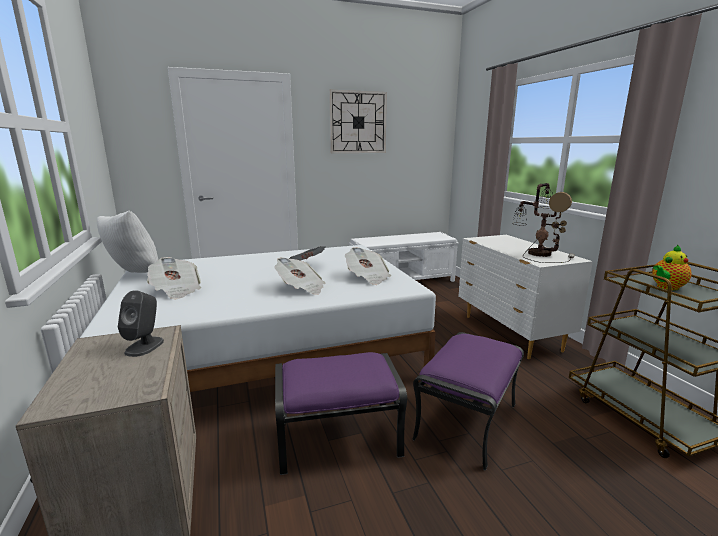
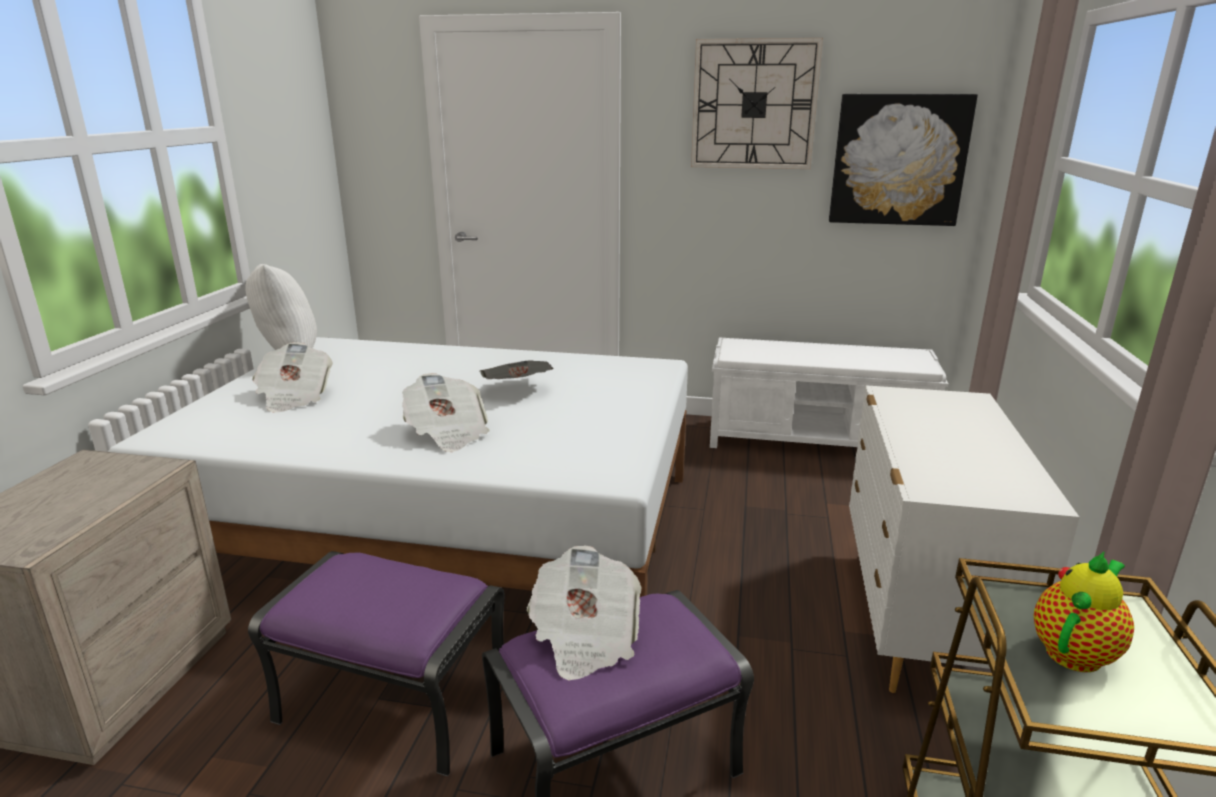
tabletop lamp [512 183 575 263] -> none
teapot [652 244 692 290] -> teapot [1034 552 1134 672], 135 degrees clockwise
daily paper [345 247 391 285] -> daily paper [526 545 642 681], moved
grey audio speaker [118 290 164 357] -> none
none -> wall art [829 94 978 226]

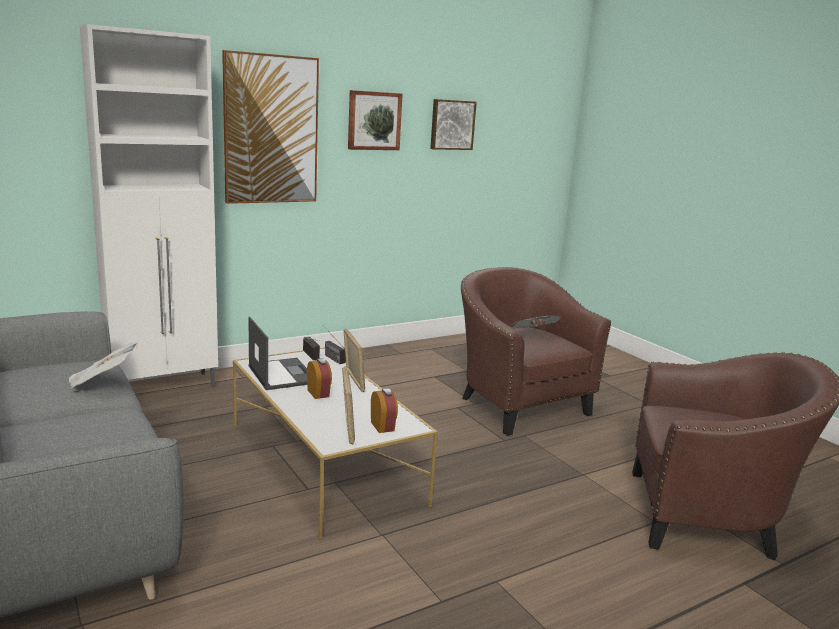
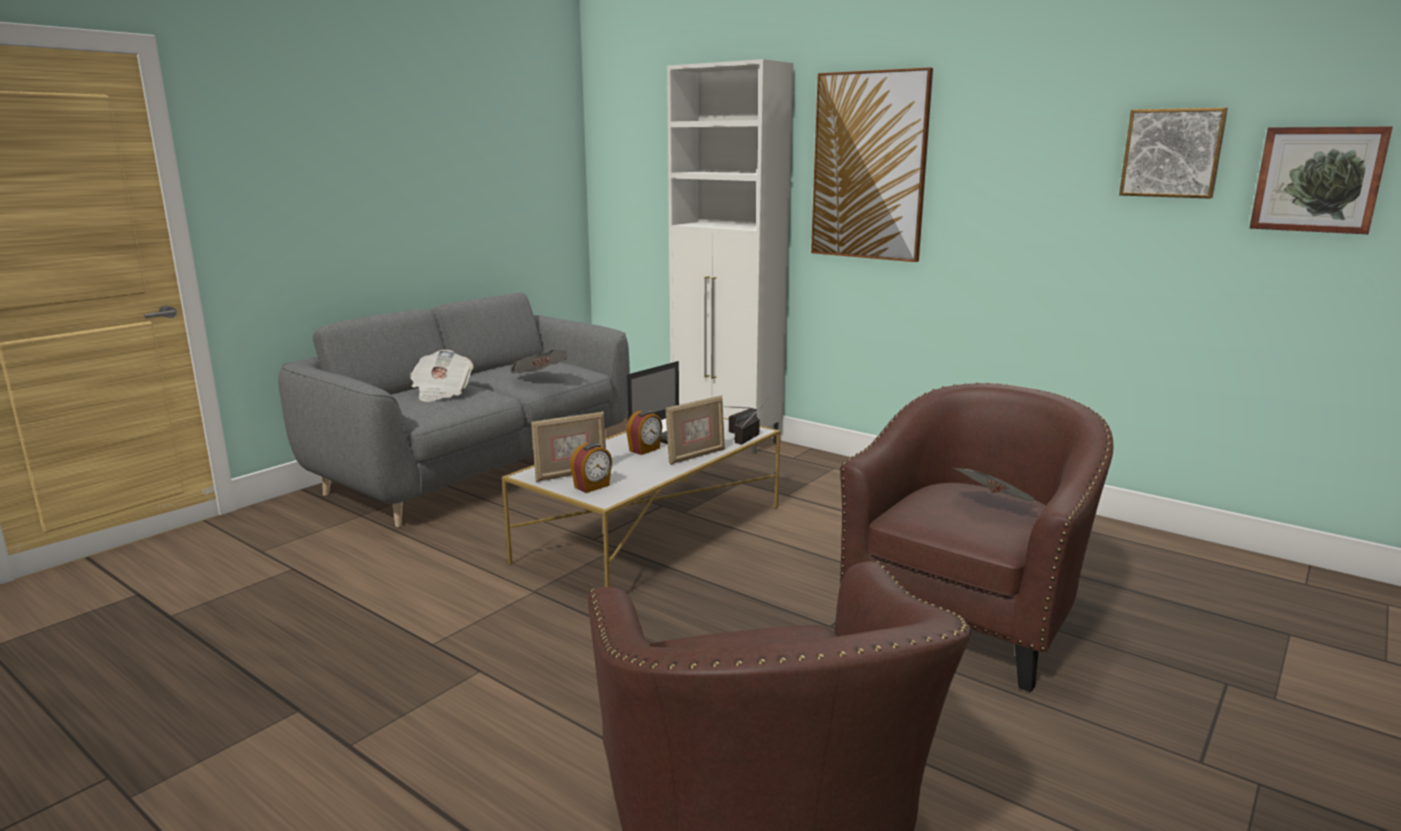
wall art [348 90 403 150] -> wall art [1249 127 1393 234], moved
none -> daily paper [410 350 473 402]

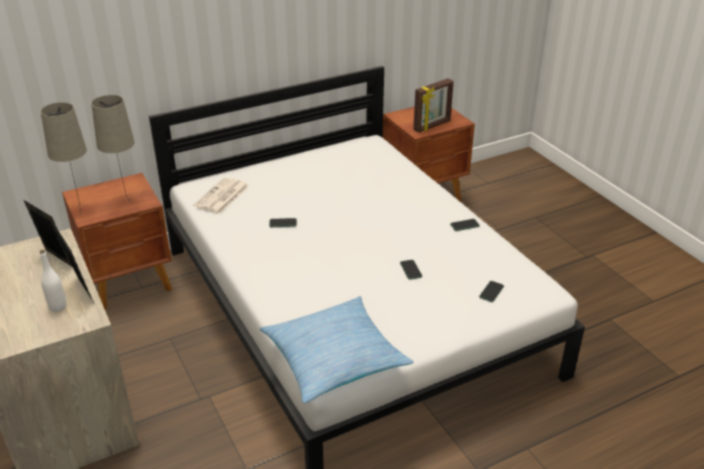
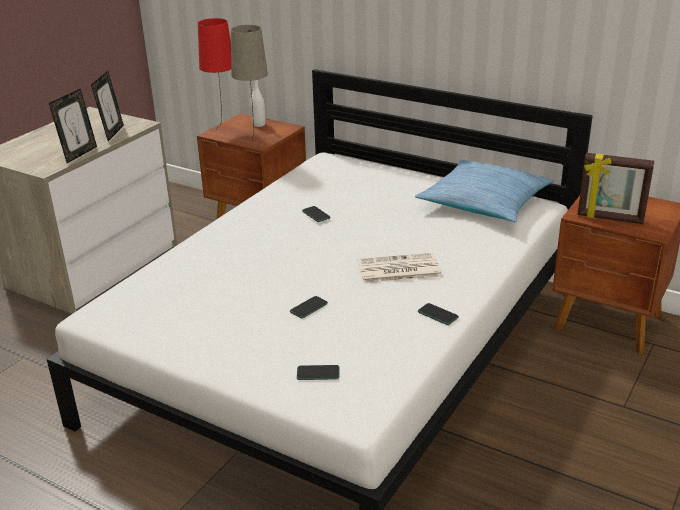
beige-coloured tabletop lamp [40 102 87 214] -> red tabletop lamp [198 18 231 127]
daily paper [193 177 249 214] -> daily paper [358 253 442 284], moved
white-coloured beverage bottle [40 250 67 312] -> white-coloured beverage bottle [251 80 265 127], moved
pillow [260 296 414 403] -> pillow [415 159 554 222], moved

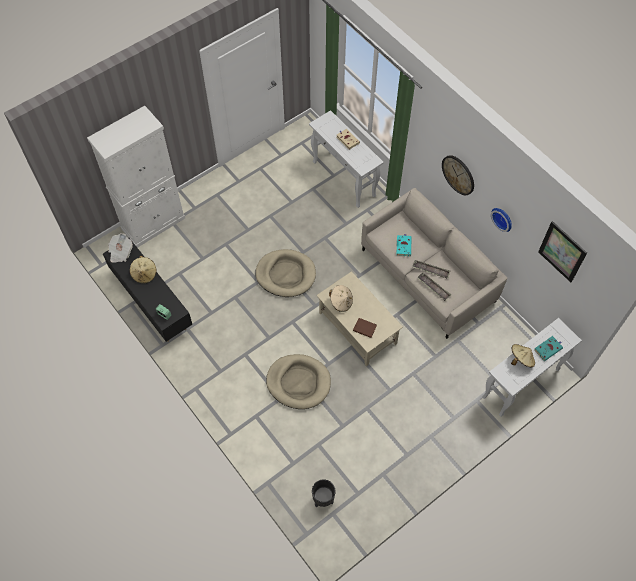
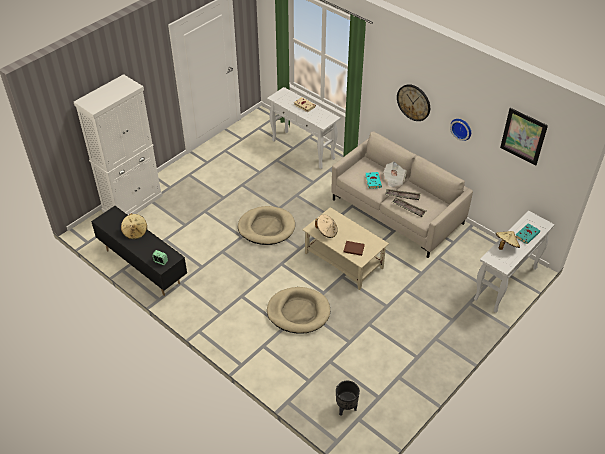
daily paper [108 233 133 263] -> daily paper [383 161 407 187], moved

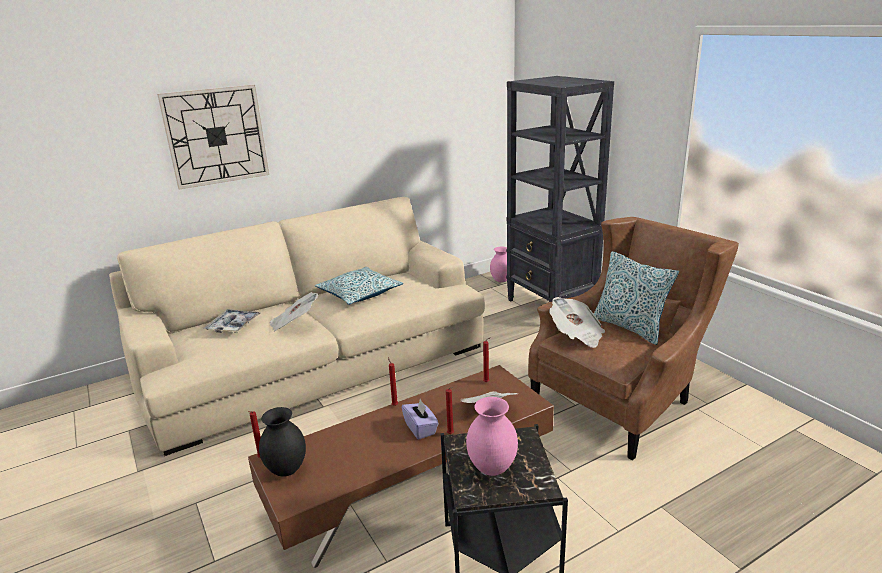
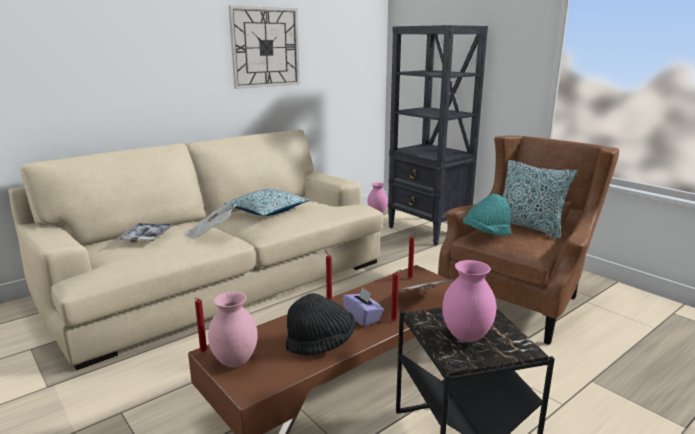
clock on the wall [157 85 269 190] -> clock on the wall [229 6 300 89], moved
daily paper [549 297 605 348] -> turquoise-coloured wearable hat [463 194 511 236]
black-coloured vase [259 407 306 477] -> pinkish vase [208 292 258 367]
none -> black-coloured wearable hat [285 293 355 355]

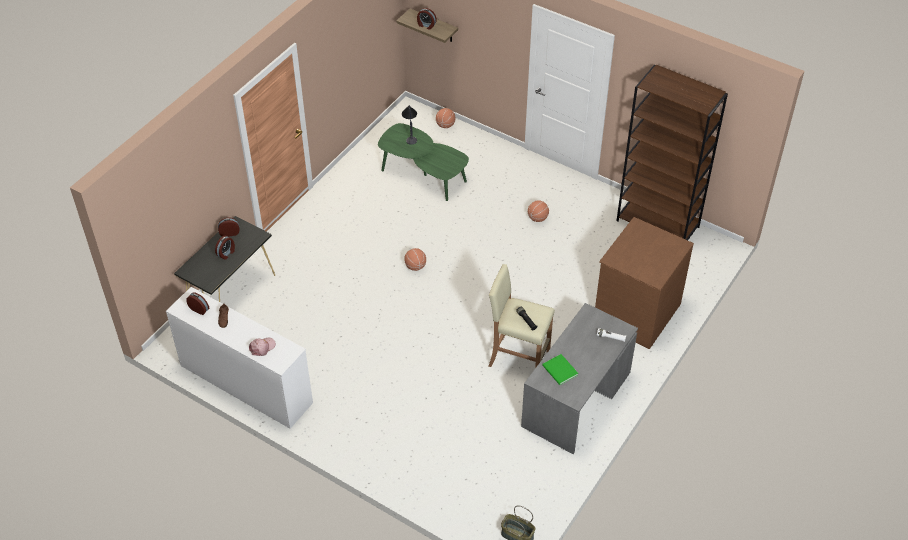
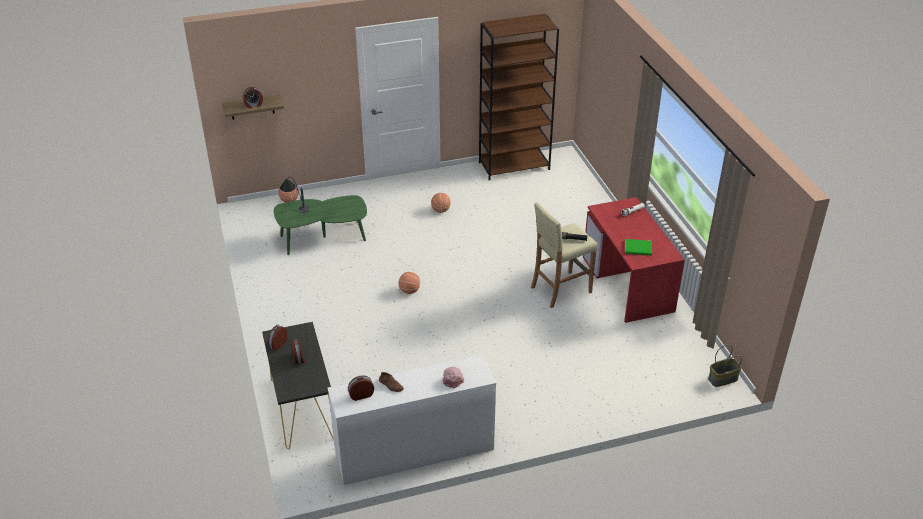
brownish drawer chest [595 217 694 349] -> none
grey desk unit [521 303 638 454] -> red desk unit [583 197 685 323]

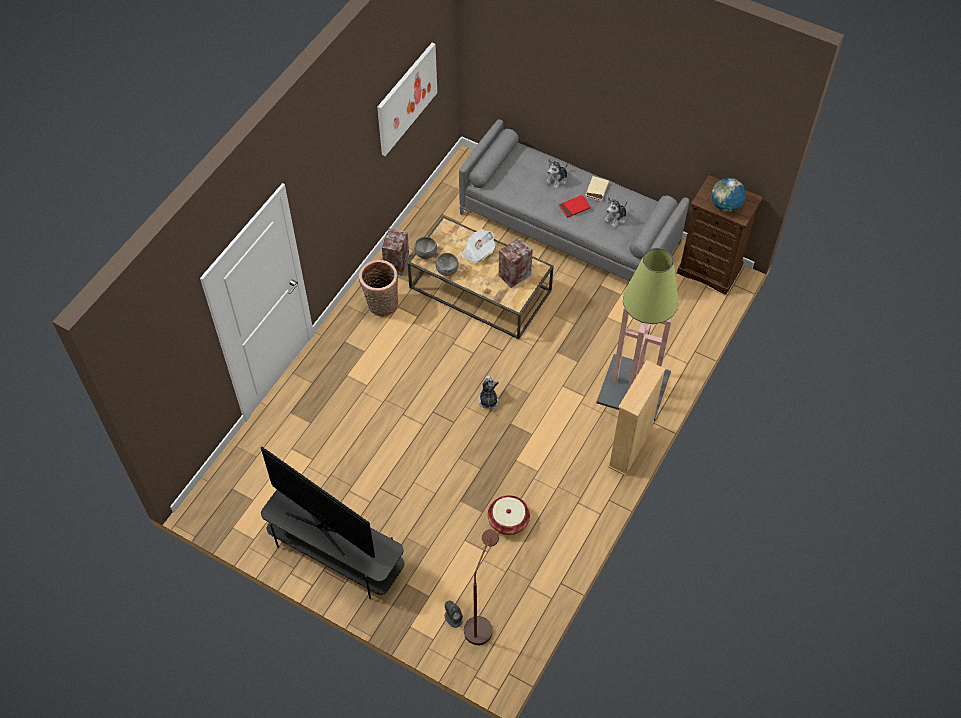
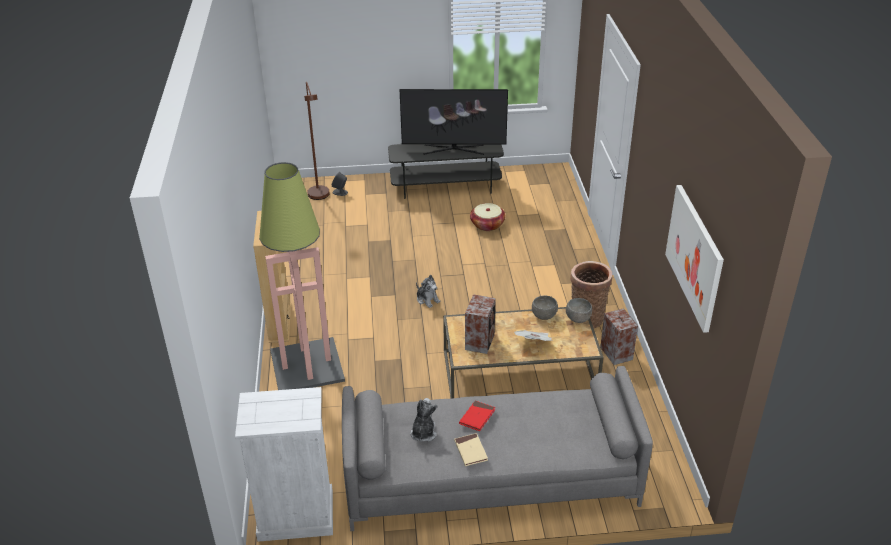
plush toy [545 159 568 189] -> none
brownish drawer chest [677 175 763 295] -> white-coloured drawer chest [235 387 333 542]
desk globe [711 178 746 212] -> none
basket [488 495 530 535] -> basket [470 203 506 231], moved

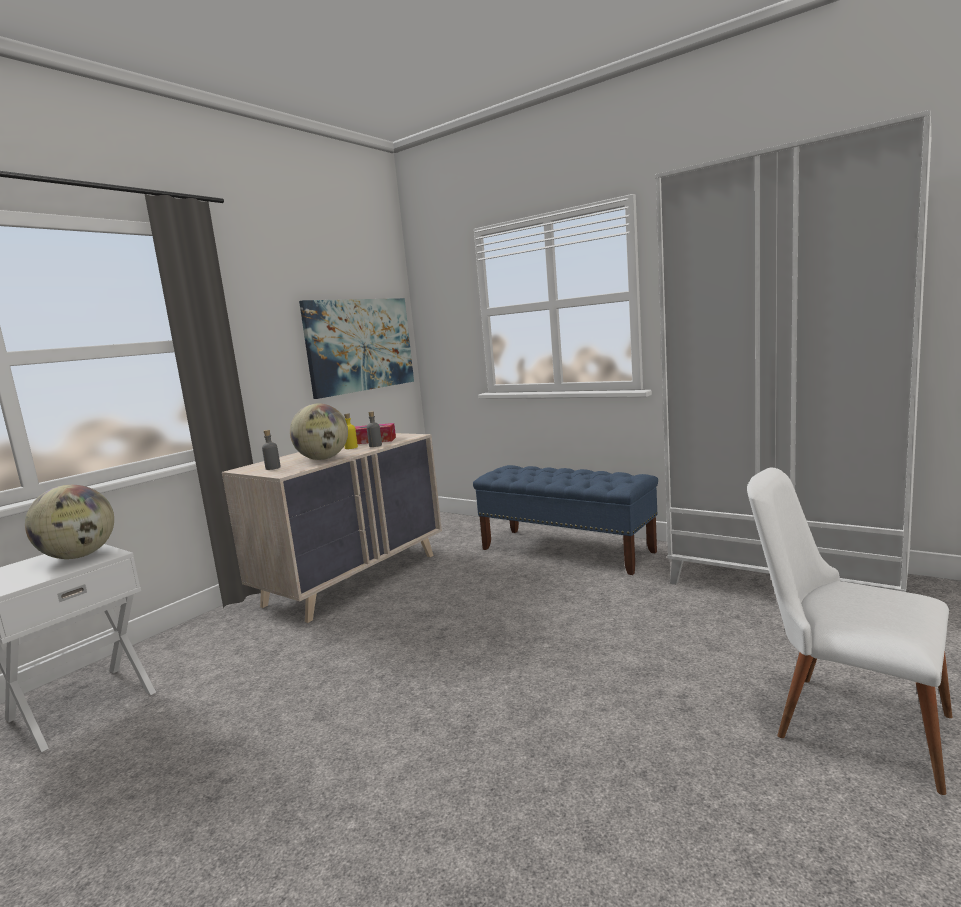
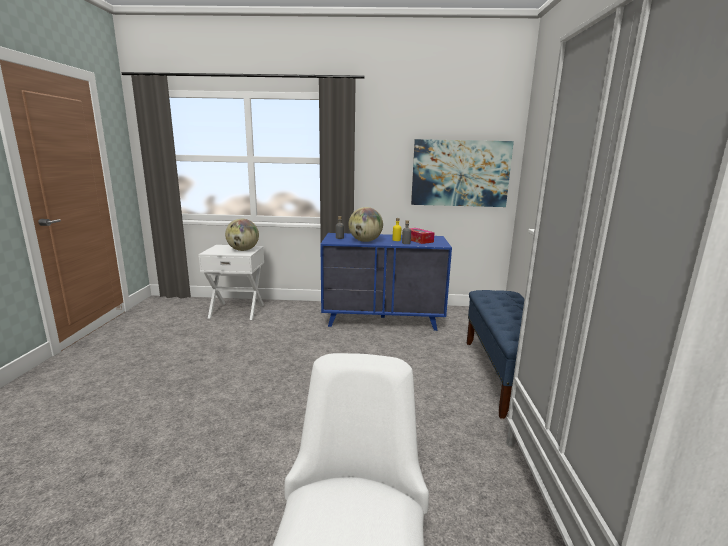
beige-coloured drawer chest [222 433 442 623] -> blue-coloured drawer chest [320 233 452 331]

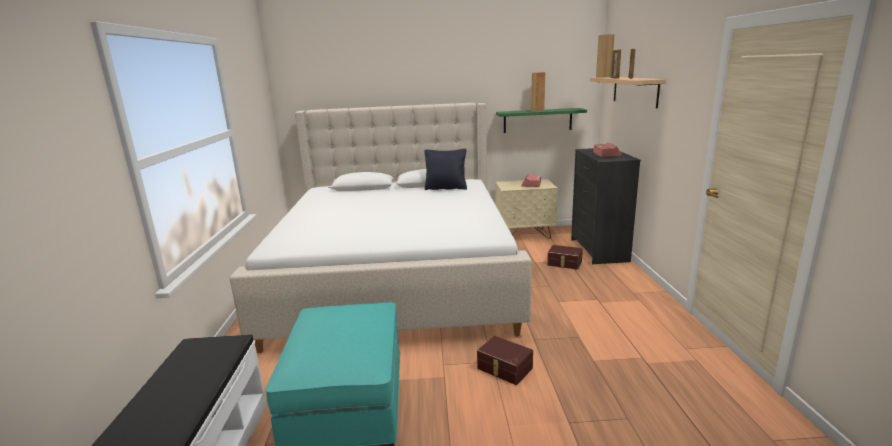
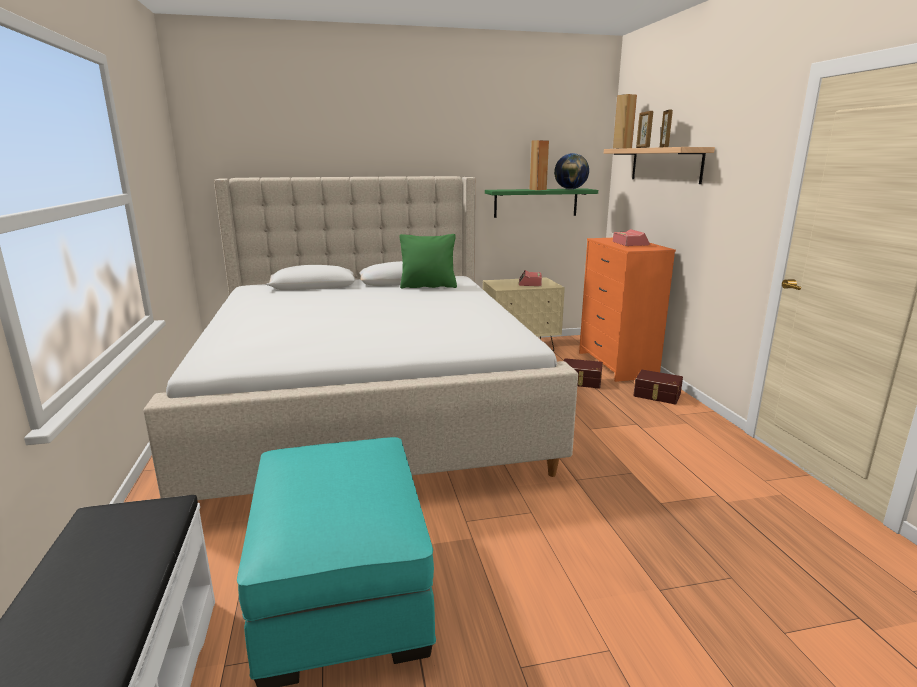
black-coloured drawer chest [571 148 641 264] -> orange-coloured drawer chest [579 238 676 382]
black-coloured pillow [424 149 467 190] -> green pillow [399 234 457 289]
brownish storage container [477 336 533 385] -> brownish storage container [633 370 683 405], moved
none -> desk globe [554 153 589 189]

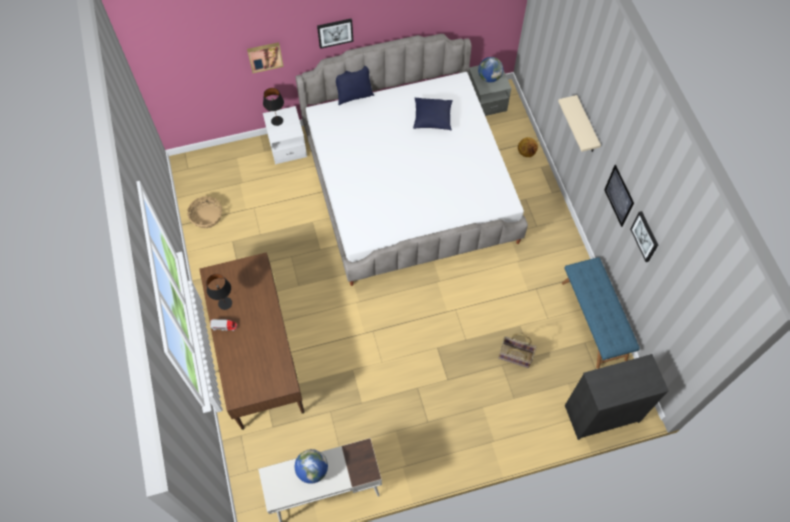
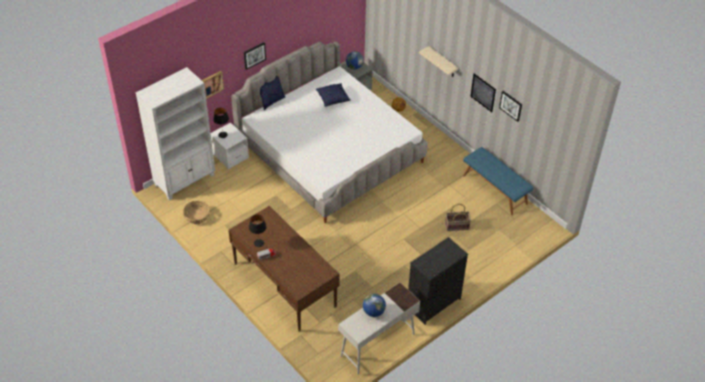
black-coloured drawer chest [565 354 669 440] -> black-coloured drawer chest [408 237 468 325], moved
none -> white-coloured shelving unit [136 67 215 200]

